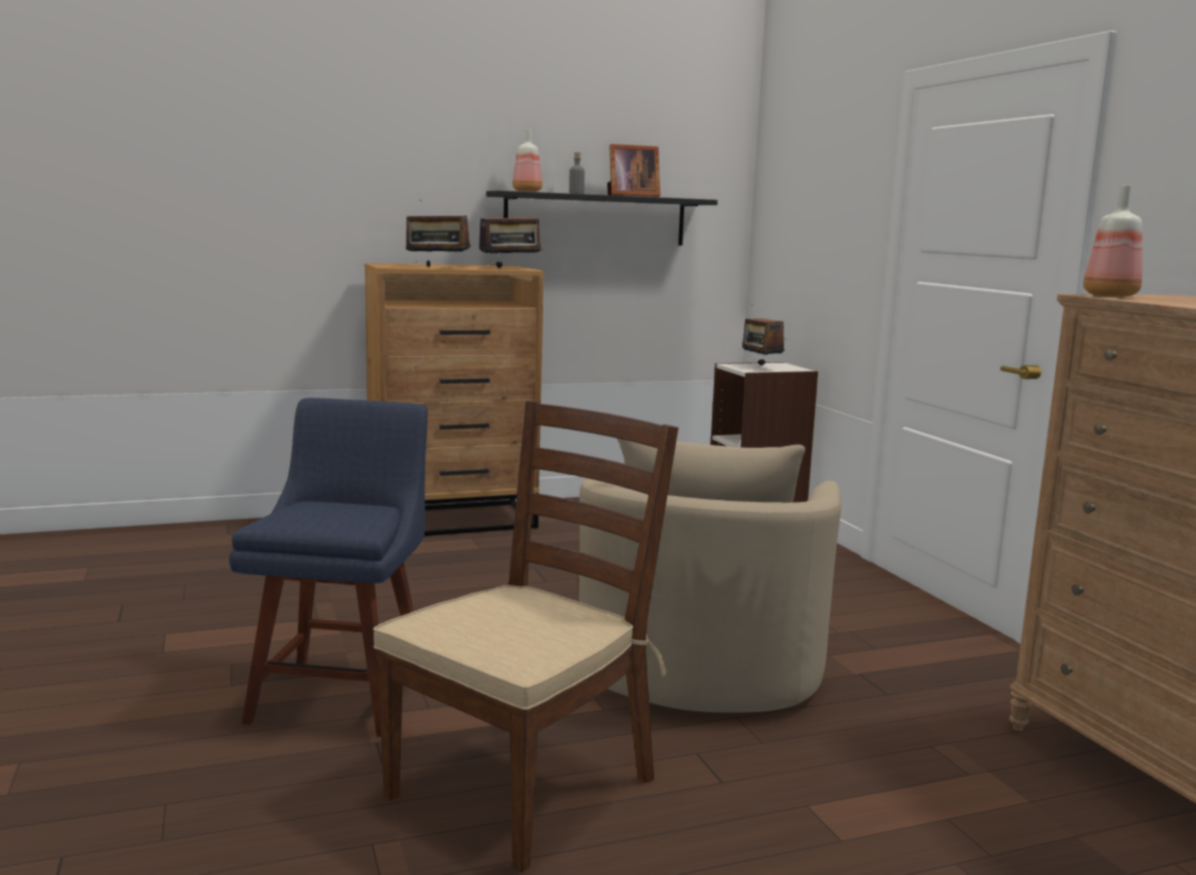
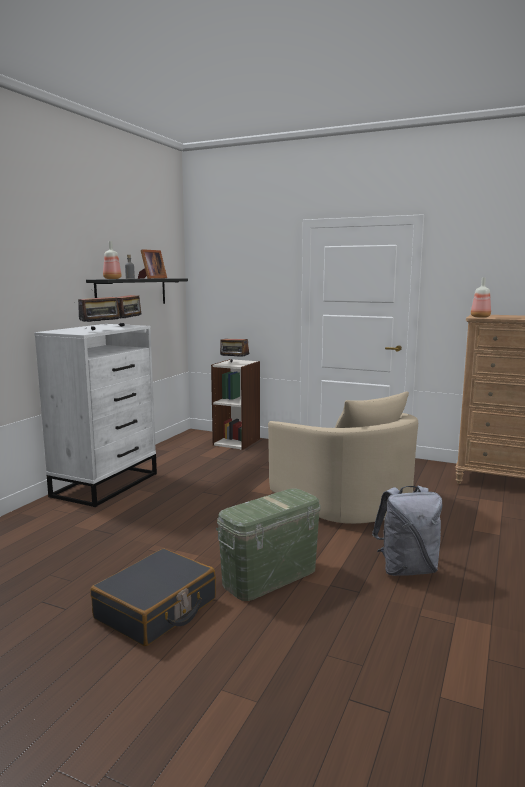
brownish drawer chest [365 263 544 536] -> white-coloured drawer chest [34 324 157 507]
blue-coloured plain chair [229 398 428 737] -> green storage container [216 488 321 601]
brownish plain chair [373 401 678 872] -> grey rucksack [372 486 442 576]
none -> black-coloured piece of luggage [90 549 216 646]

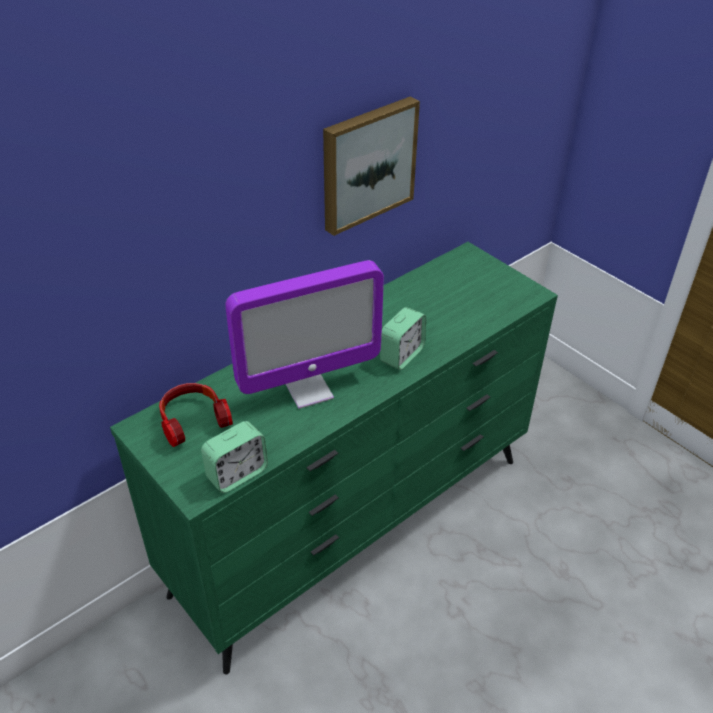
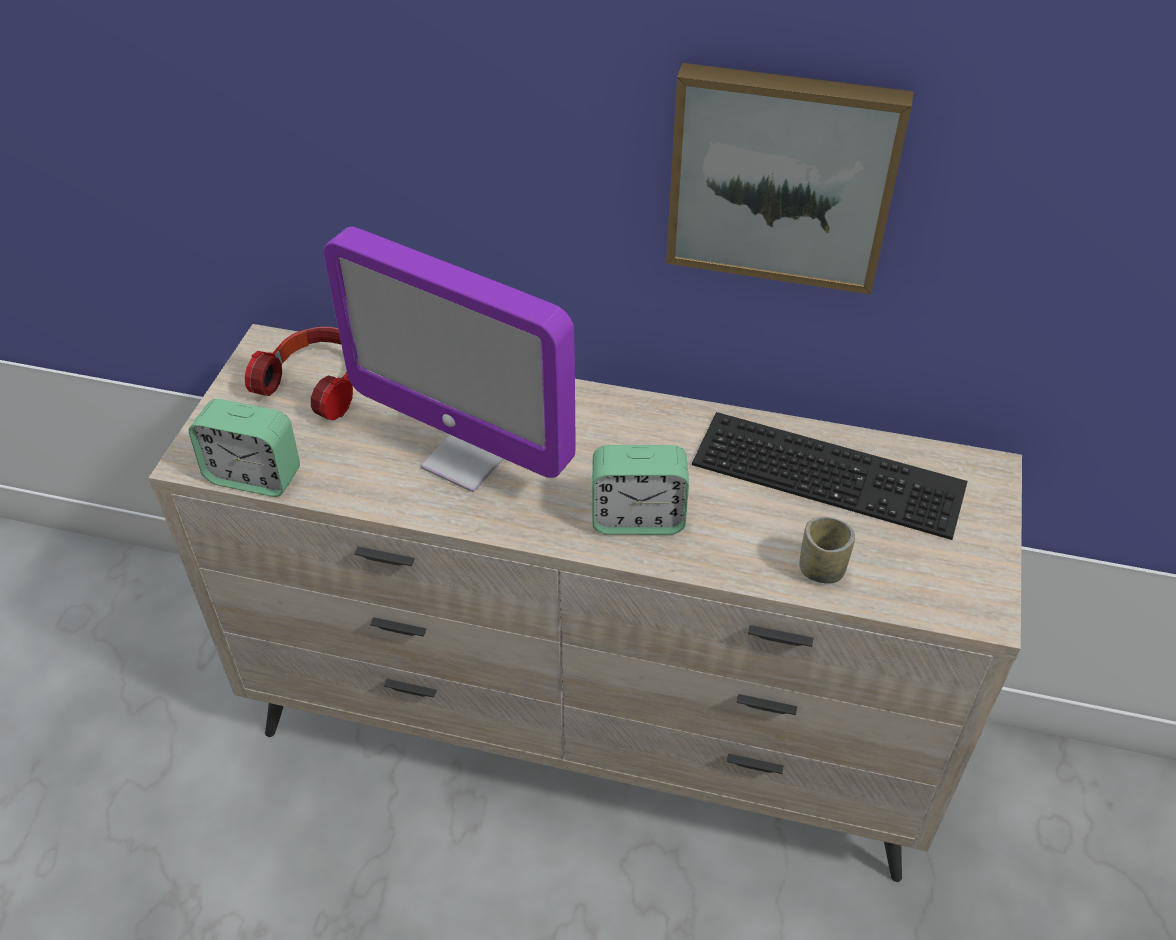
green drawer chest [110 242 558 674] -> beige-coloured drawer chest [149 324 1022 882]
none -> keyboard [692 412 968 540]
none -> drinking cup [800 517 855 584]

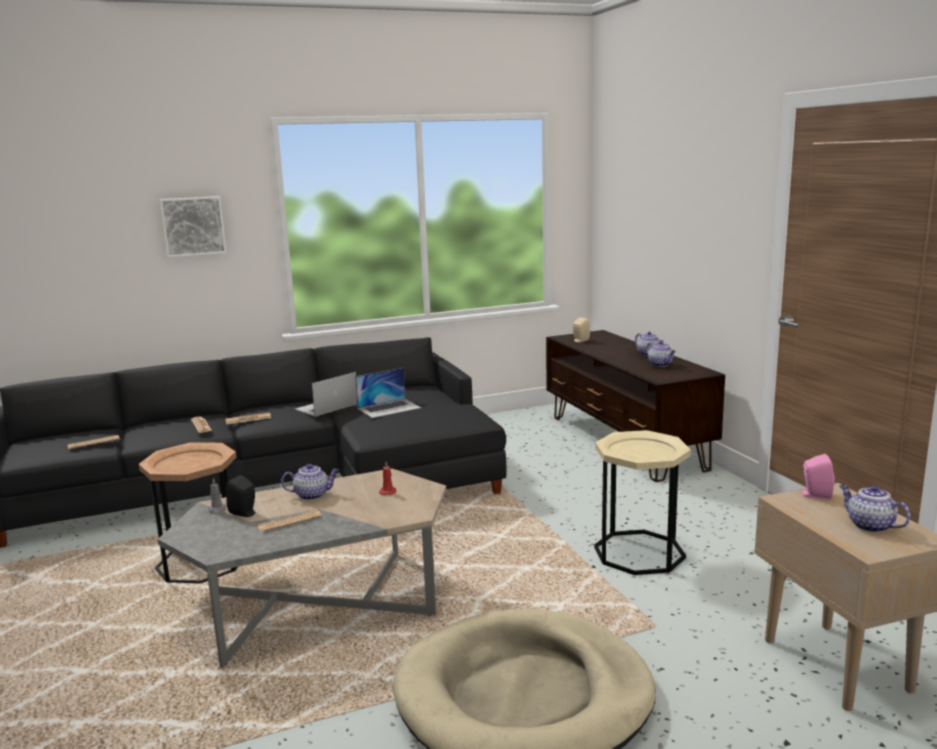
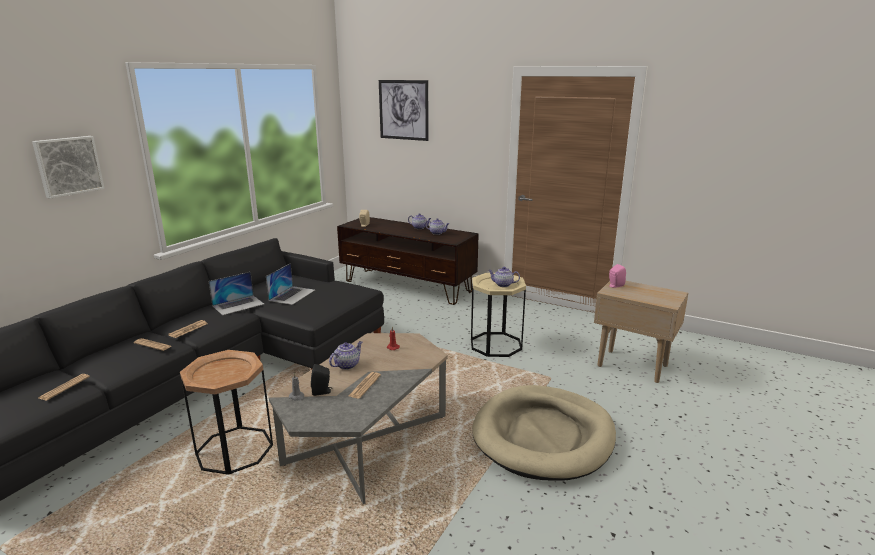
notebook computer [295 372 357 417] -> notebook computer [208 272 264 315], 135 degrees counterclockwise
teapot [840 485 911 533] -> teapot [488 267 520 287], moved
none -> wall art [379 80 429 141]

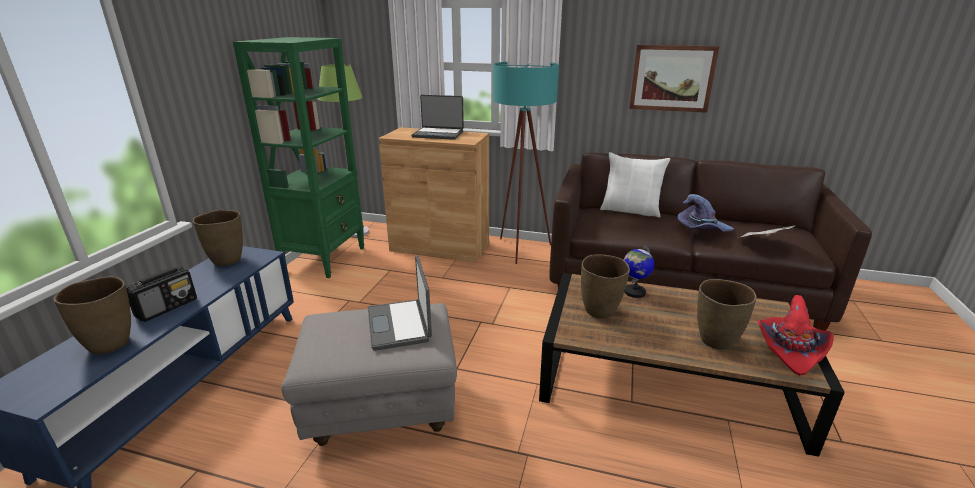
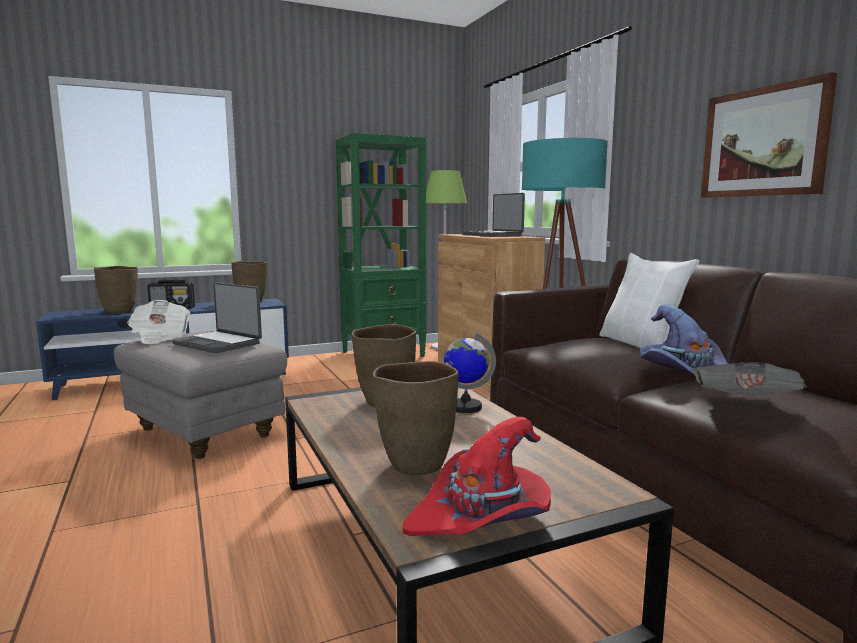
notebook computer [368 255 432 351] -> notebook computer [172 282 262 353], 90 degrees counterclockwise
none -> daily paper [127 300 190 344]

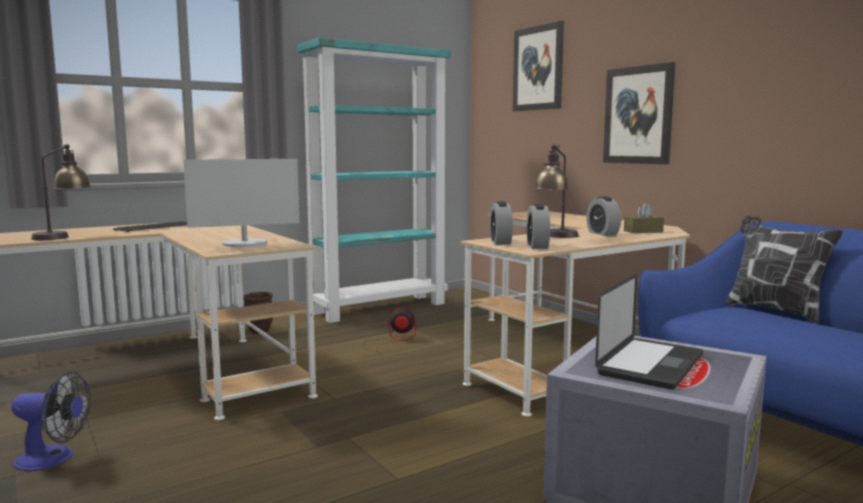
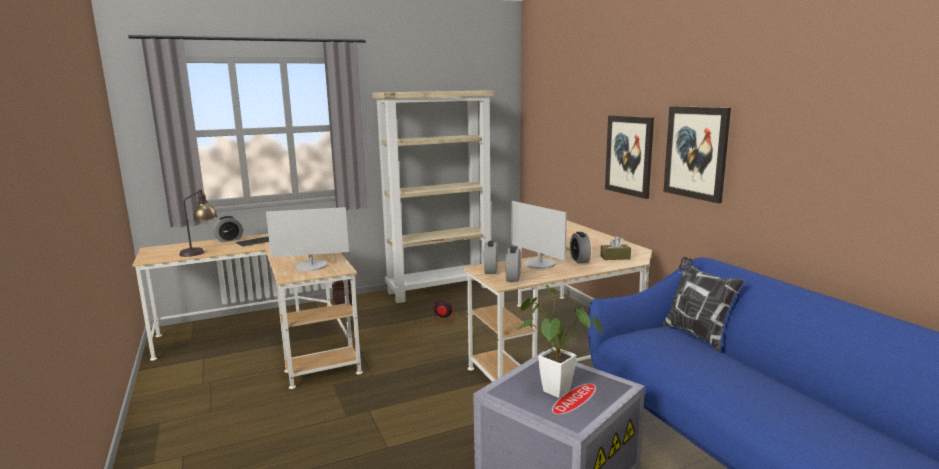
wall art [513 21 564 111] -> wall art [663 106 731 203], moved
turquoise-coloured shelving unit [297 37 451 323] -> beige-coloured shelving unit [372 90 494 303]
tabletop lamp [534 144 579 238] -> computer display [511 201 567 269]
notebook computer [595 273 703 390] -> houseplant [517 285 602 398]
electric fan [11 371 91 471] -> none
none -> table clock [213 216 243 242]

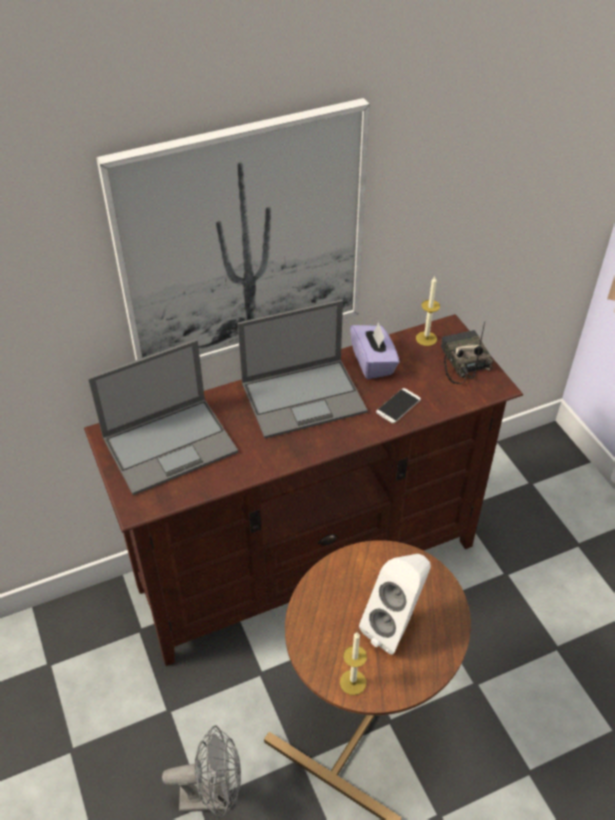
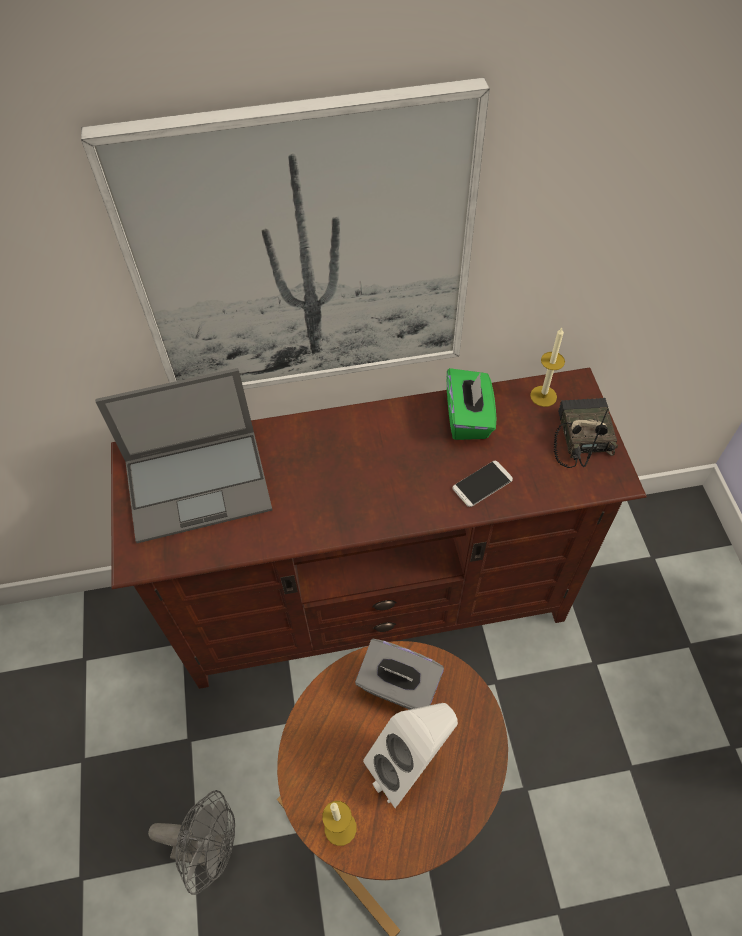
notebook computer [237 299 368 438] -> none
purplish tissue box [350 322 399 379] -> green tissue box [447 368 496 440]
none -> grey tissue box [355 639 444 710]

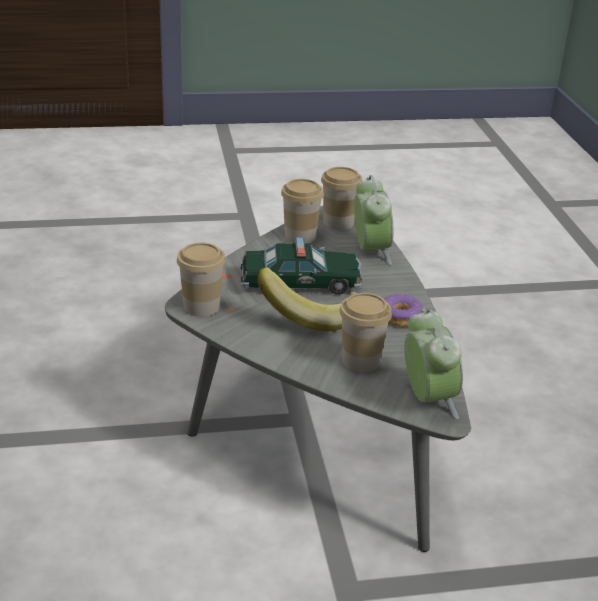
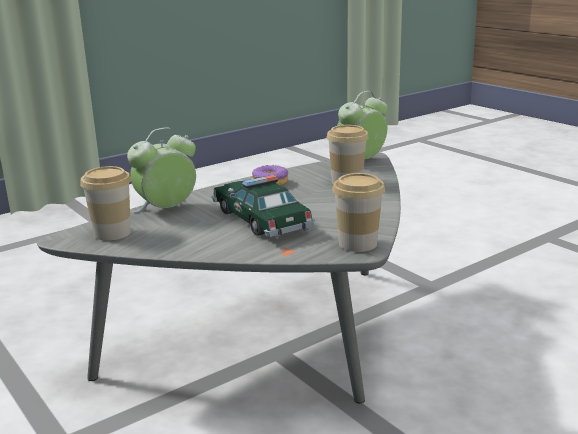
drinking cup [281 179 324 244] -> none
whole banana [258 267 357 331] -> none

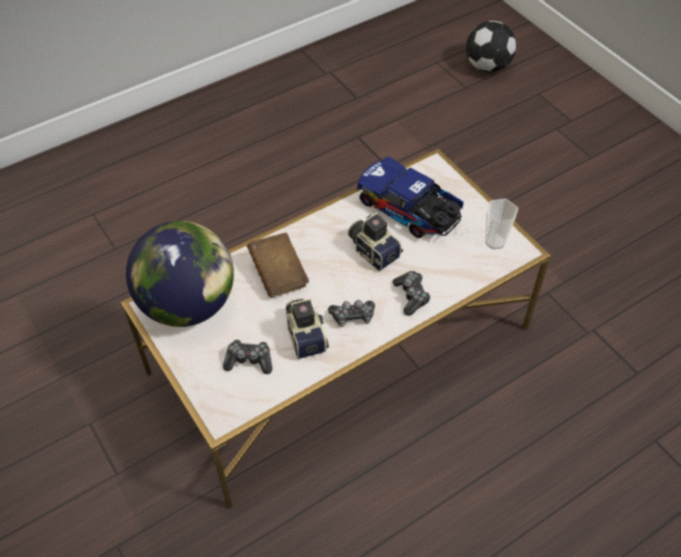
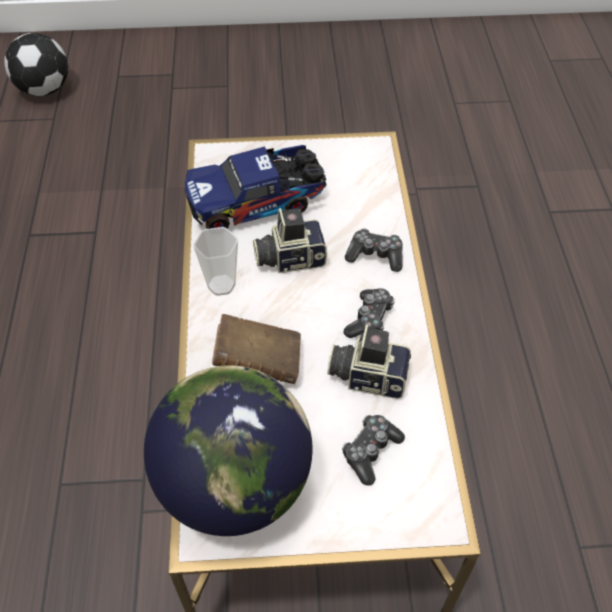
drinking cup [485 198 518 249] -> drinking cup [193 227 238 296], moved

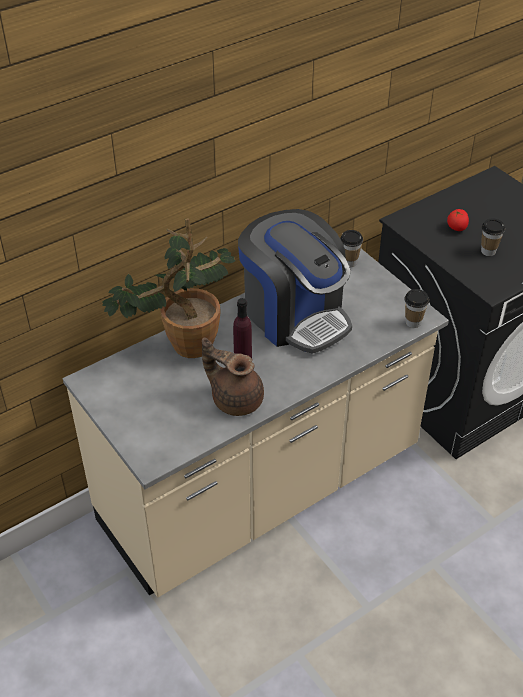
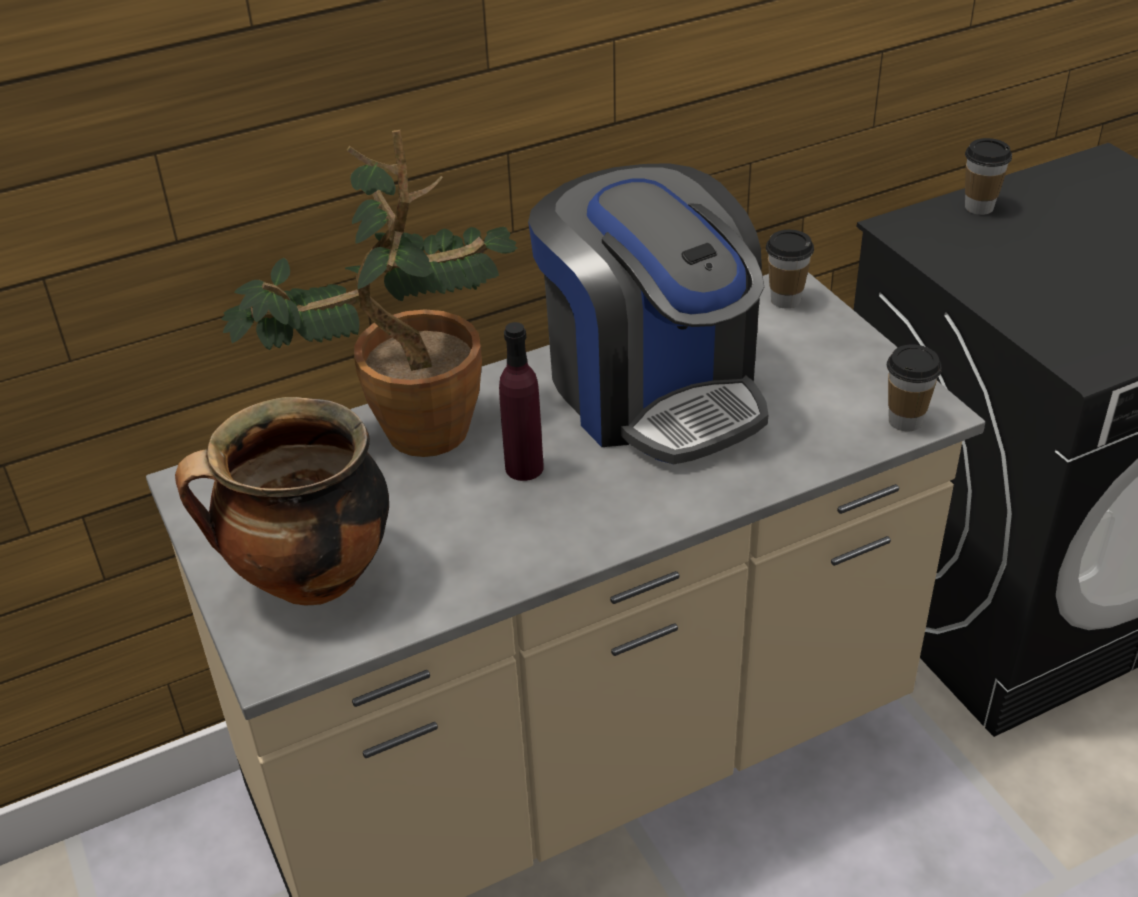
tomato [447 209 469 231] -> none
drinking cup [481 218 505 256] -> drinking cup [965 138 1012 215], moved
brownish teapot [202 337 264 416] -> none
none -> cooking pot [175 397 389 606]

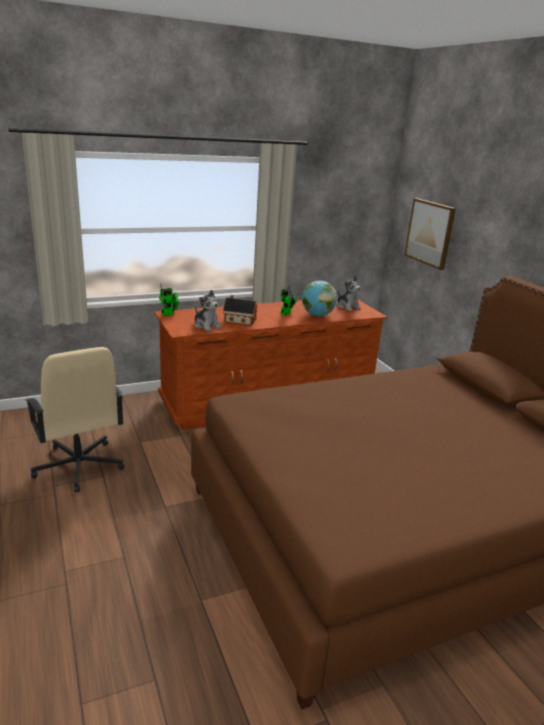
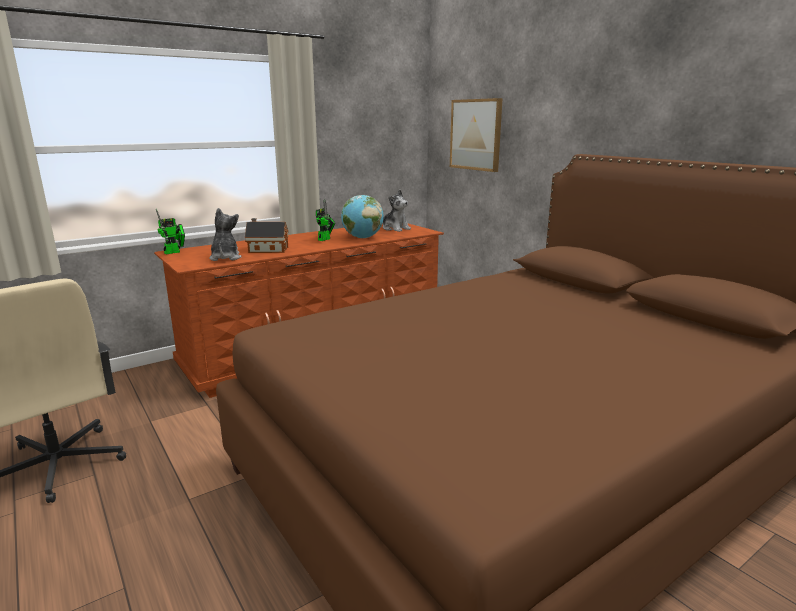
plush toy [194 290 222 331] -> plush toy [209 208 242 261], 135 degrees counterclockwise

